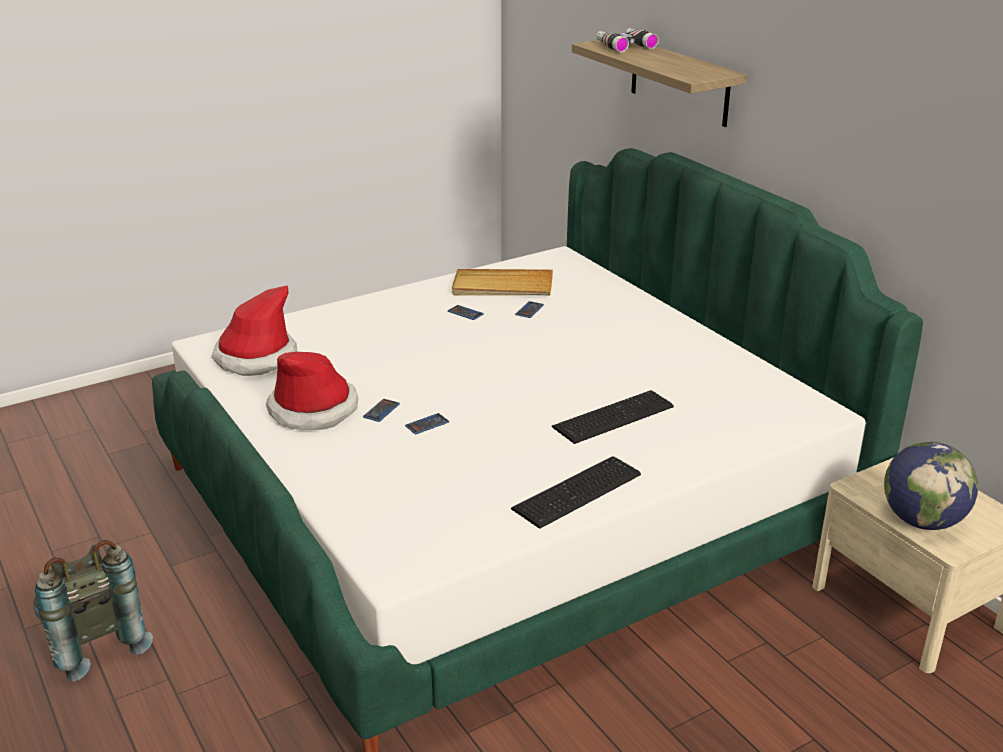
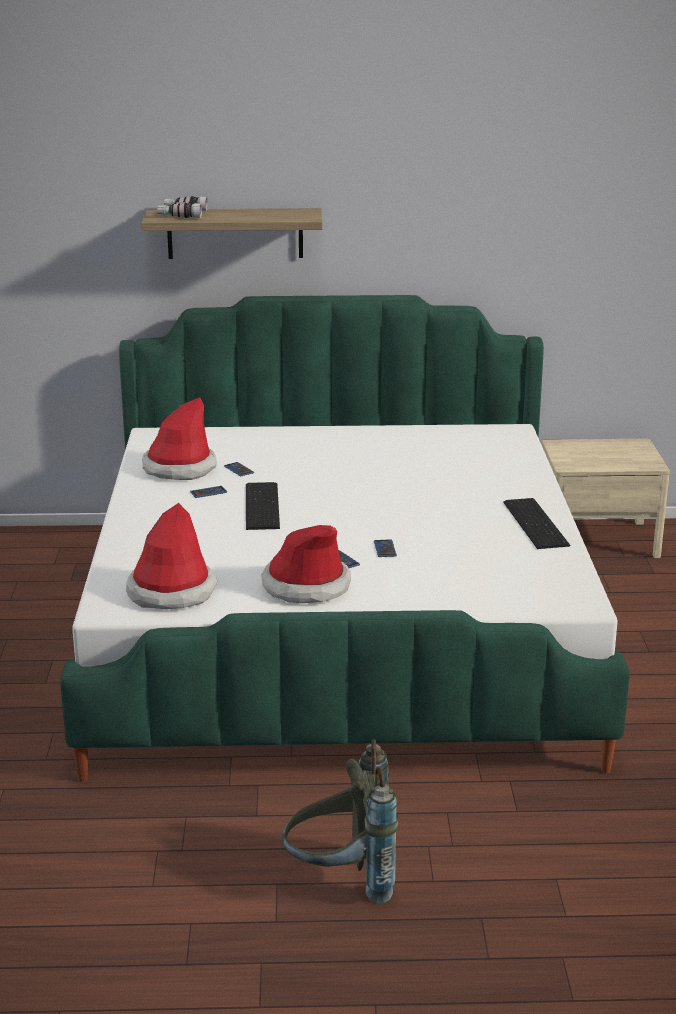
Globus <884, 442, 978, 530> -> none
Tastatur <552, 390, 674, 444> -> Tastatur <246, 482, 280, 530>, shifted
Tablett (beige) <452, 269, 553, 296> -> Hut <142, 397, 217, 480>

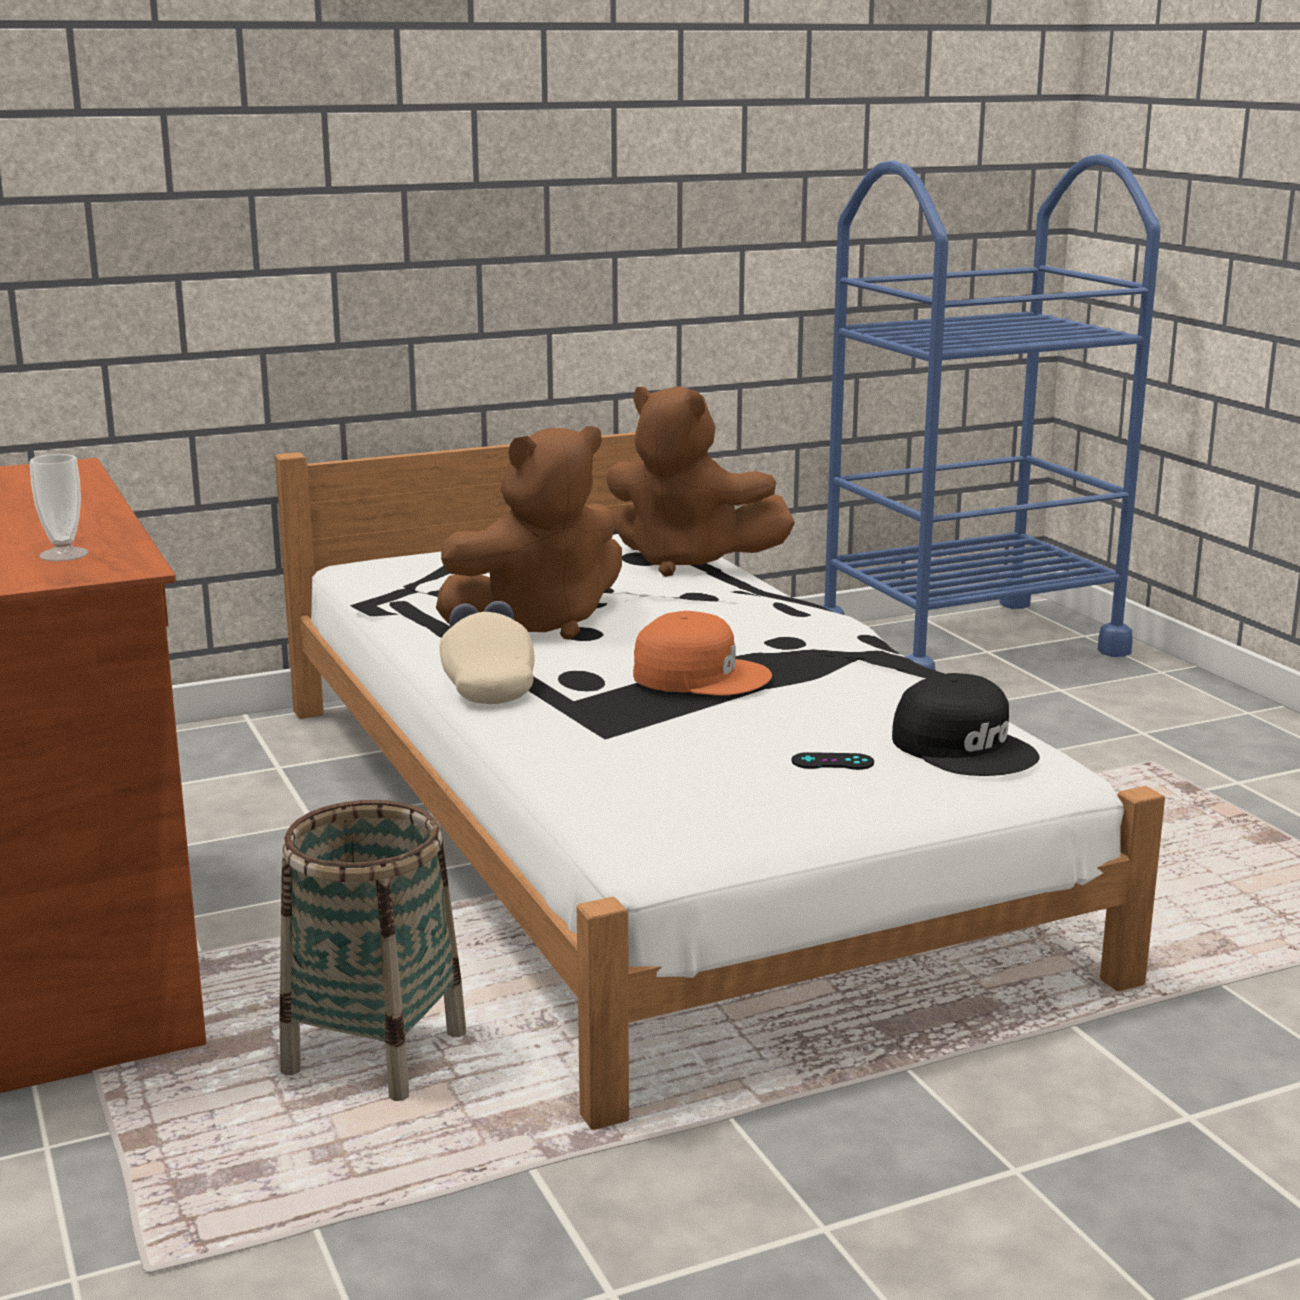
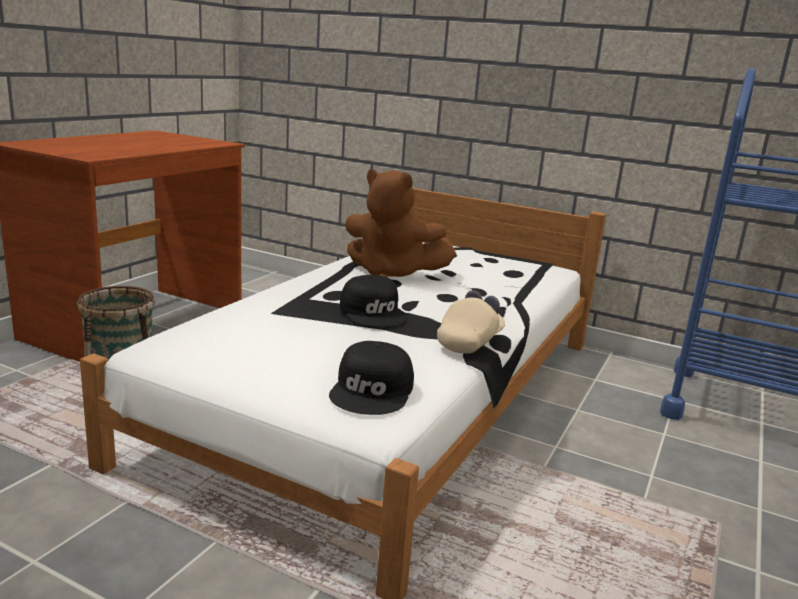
Tasse <29, 454, 89, 561> -> none
Plüschtier (braun) <606, 386, 795, 577> -> none
Gamepad (schwarz) <791, 752, 874, 770> -> none
Kappe (beige) <440, 601, 535, 704> -> Kappe (beige) <437, 290, 505, 354>, shifted
Kappe (orange) <633, 611, 772, 695> -> Kappe (schwarz) <340, 275, 408, 327>

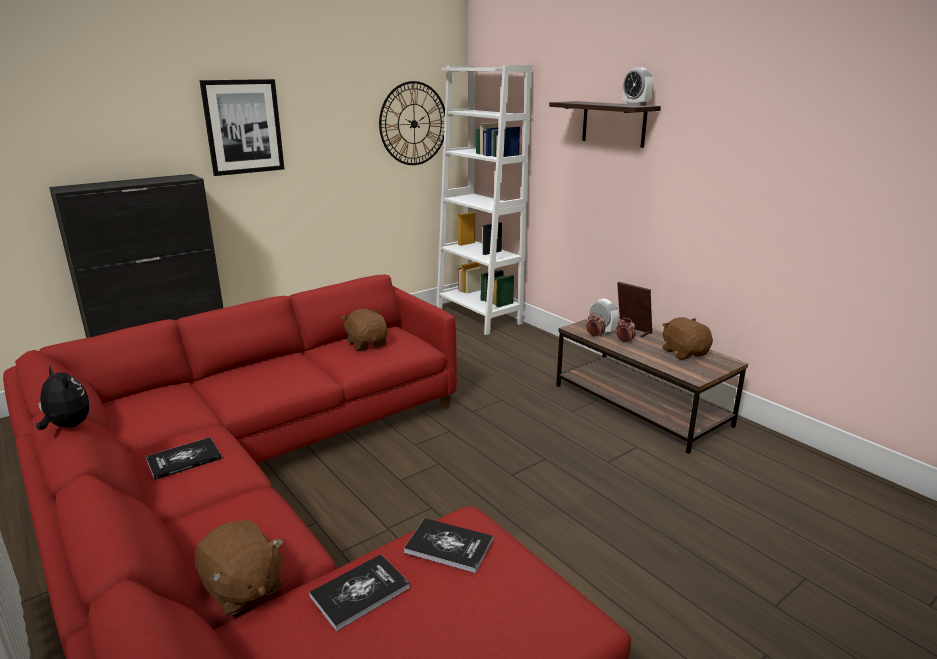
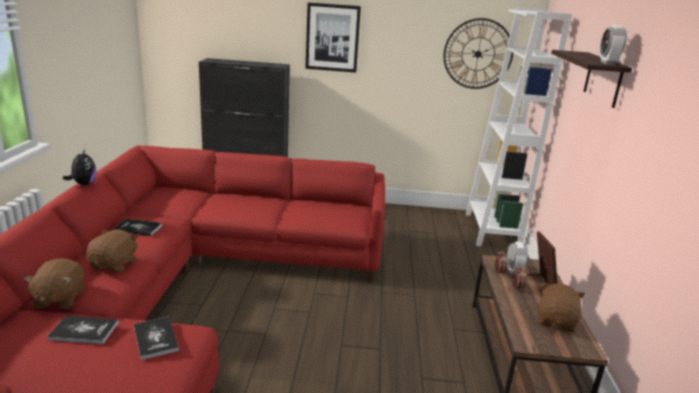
Plüschtier (braun) <341, 309, 388, 351> -> Plüschtier (braun) <86, 229, 138, 273>, shifted

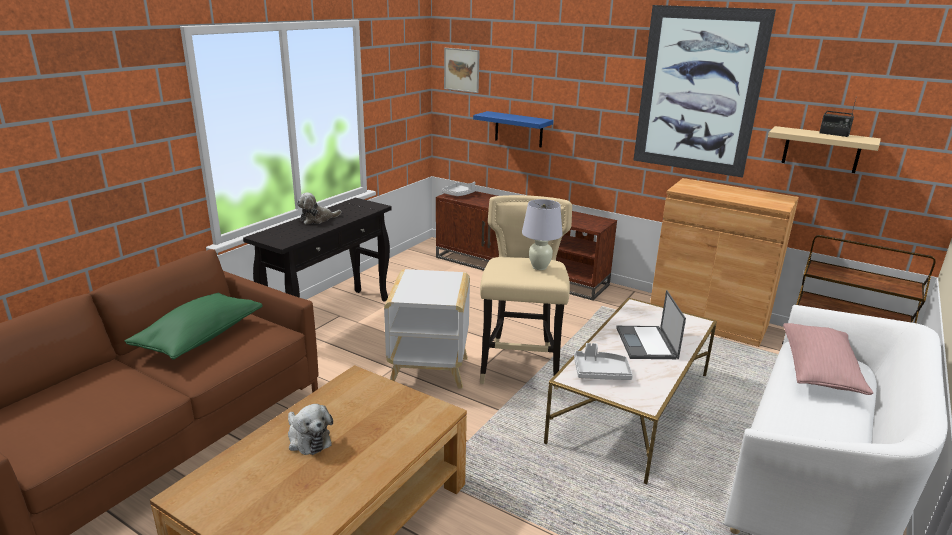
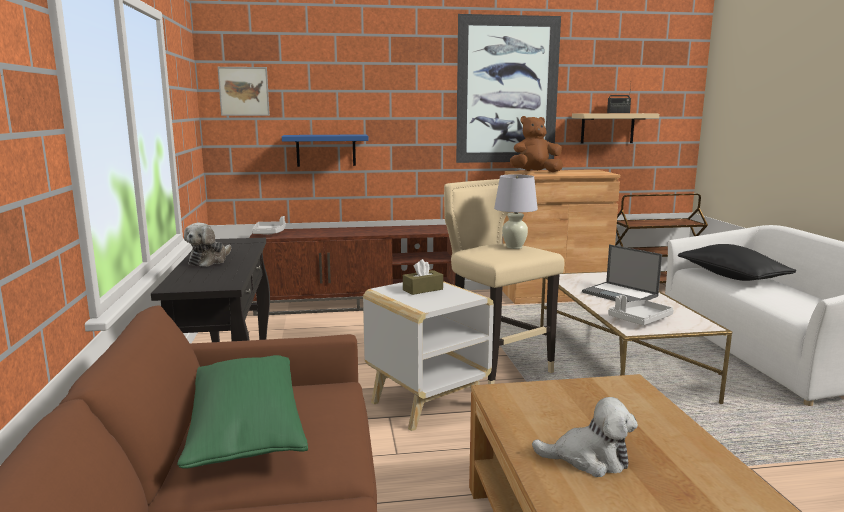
none -> Taschentuchbox (braun) <403, 259, 443, 295>
none -> Plüschtier (braun) <510, 116, 563, 172>
Kissen (rosa) <783, 323, 873, 395> -> Kissen (schwarz) <678, 244, 796, 281>

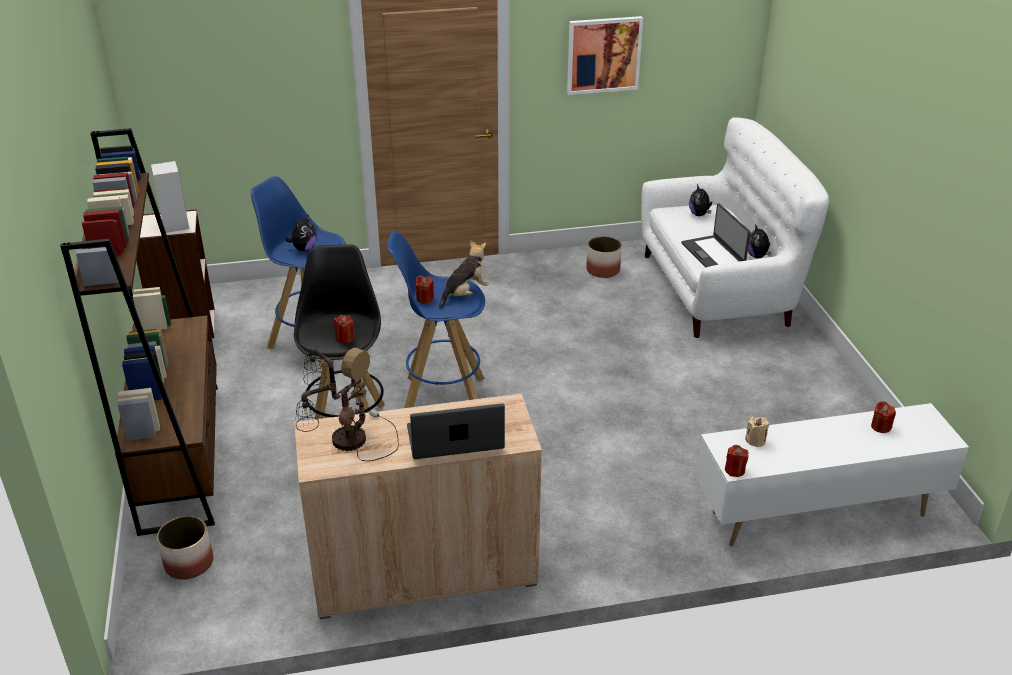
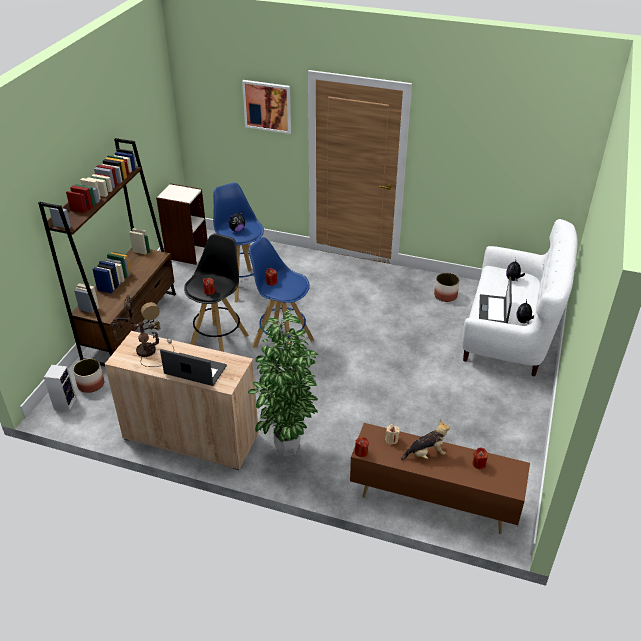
none -> Topfpflanze <248, 310, 318, 456>
Lautsprecher <151, 161, 189, 233> -> Lautsprecher <44, 365, 76, 411>, shifted
Plüschtier <439, 240, 489, 309> -> Plüschtier <401, 420, 450, 461>, shifted
Bild <567, 16, 643, 95> -> Bild <242, 80, 291, 134>, shifted
Fernsehschrank (weiß) <696, 403, 969, 546> -> Fernsehschrank (braun) <350, 423, 530, 534>

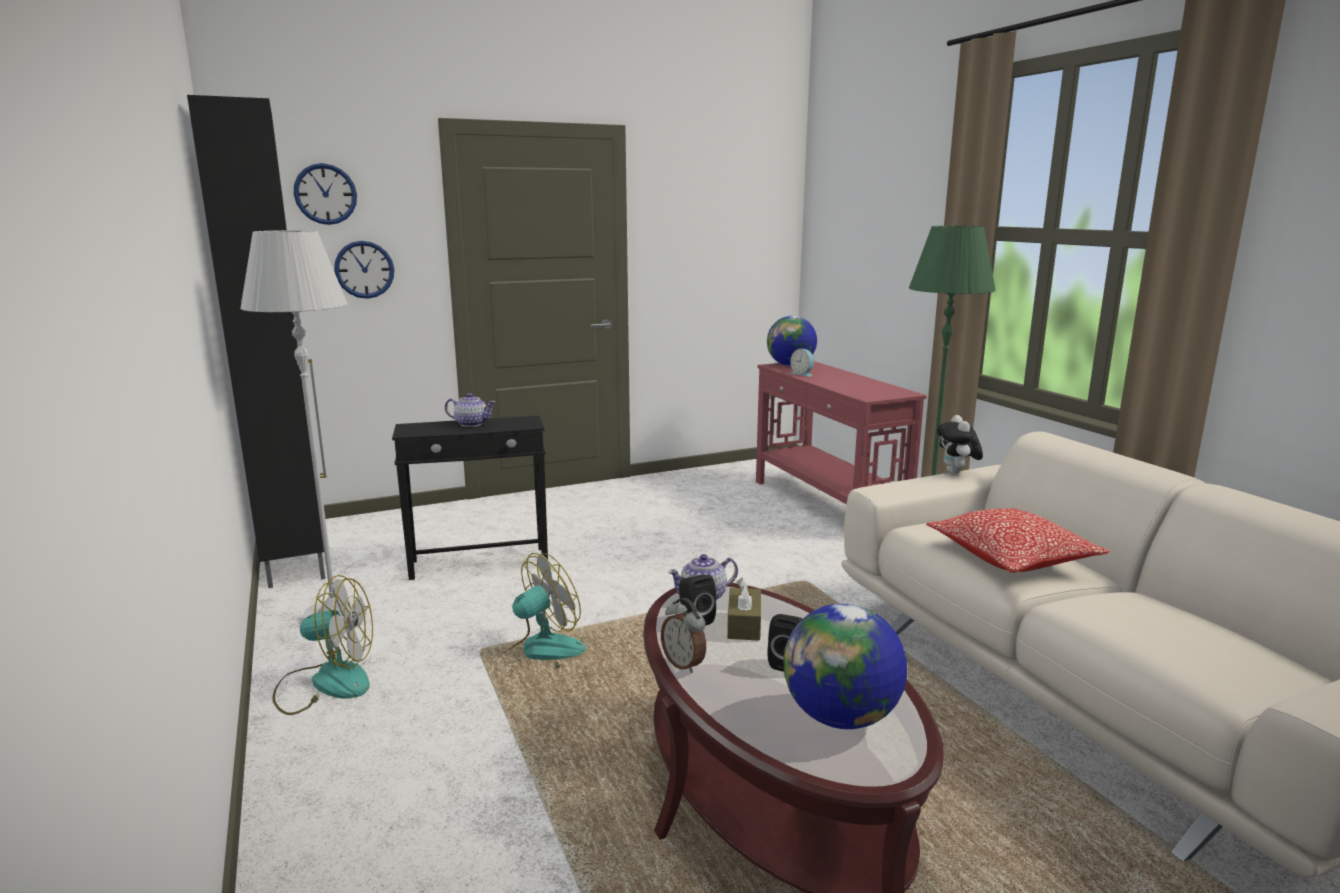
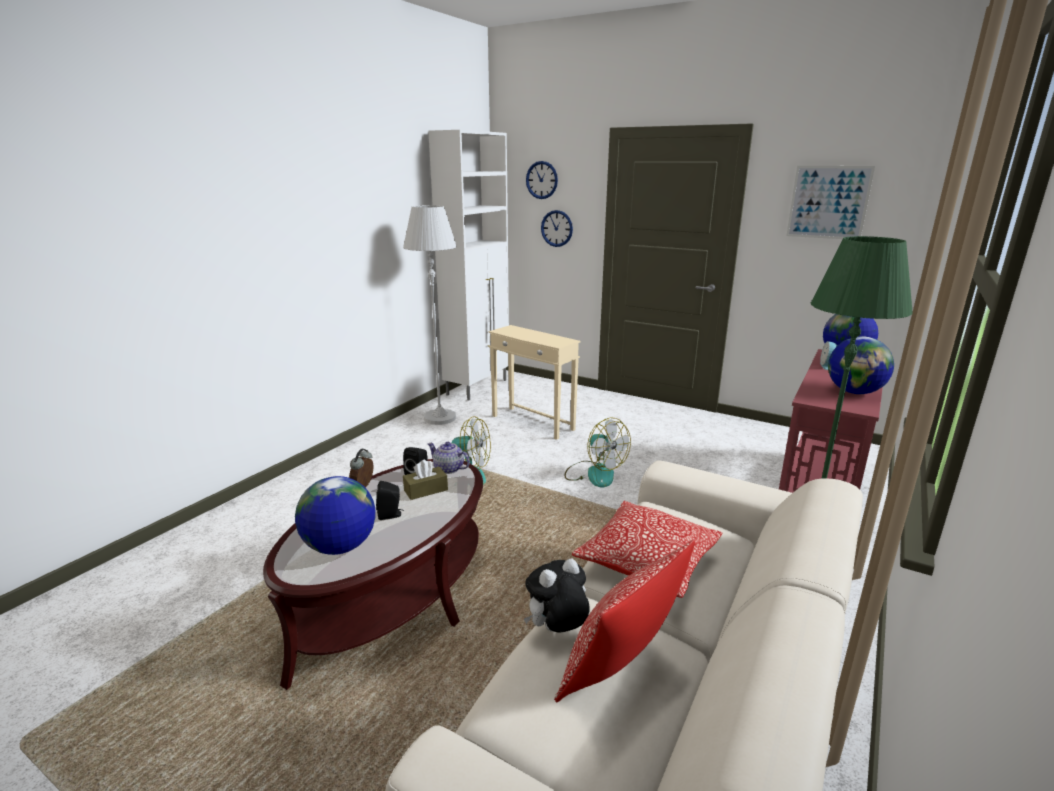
Teekanne <445, 393, 496, 427> -> none
none -> Kissen <554, 540, 695, 702>
none -> Bild <786, 166, 875, 239>
none -> Globus <828, 337, 894, 394>
Ventilator <272, 575, 373, 715> -> Ventilator <564, 417, 631, 487>, shifted
Plüschtier <937, 415, 983, 474> -> Plüschtier <524, 558, 590, 633>, shifted
Schrank (schwarz) <187, 95, 327, 588> -> Schrank (weiß) <428, 130, 509, 401>
Beistelltisch (schwarz) <392, 416, 548, 580> -> Beistelltisch (beige) <489, 325, 580, 440>

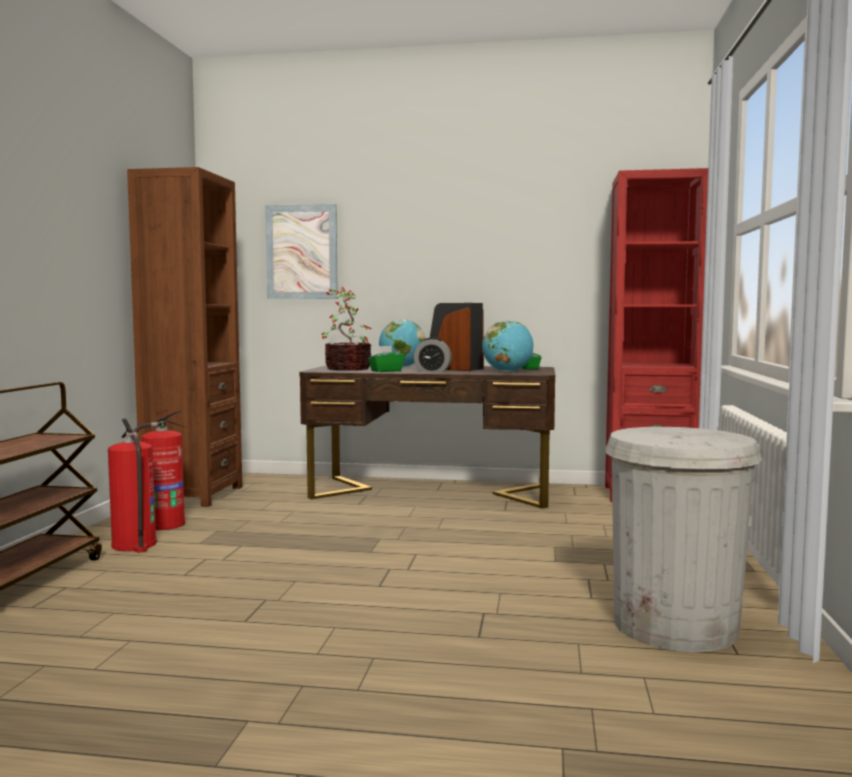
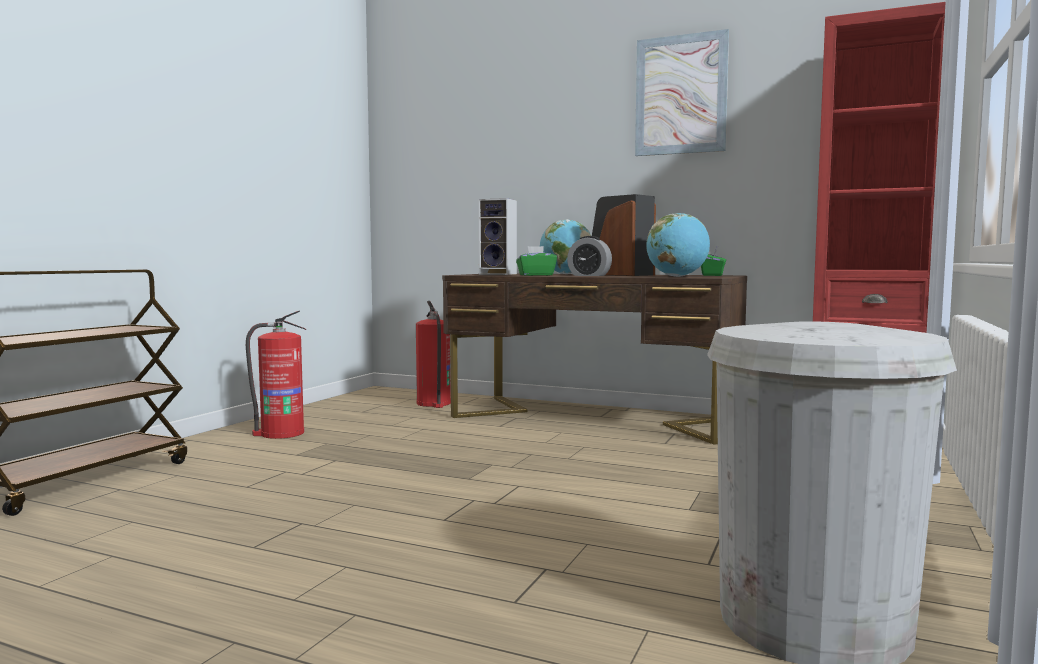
Bücherregal (braun) <127, 167, 242, 507> -> none
Feuerlöscher <108, 418, 157, 553> -> Feuerlöscher <416, 301, 451, 408>, shifted
Bild <265, 204, 338, 299> -> Bild <635, 29, 729, 156>, shifted
Topfpflanze <322, 287, 372, 371> -> Lautsprecher <478, 198, 517, 275>

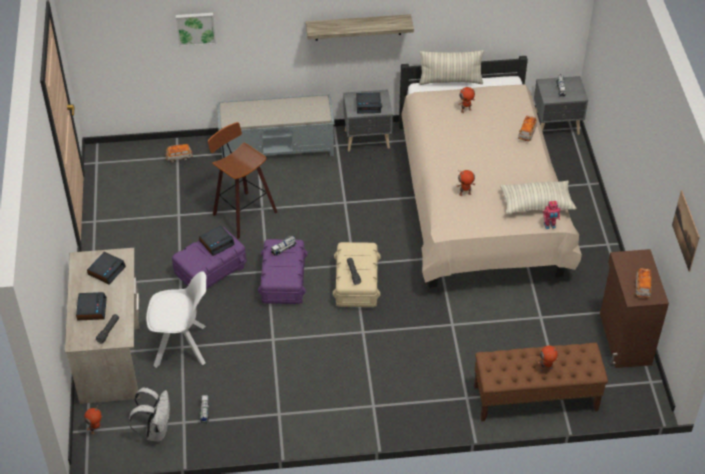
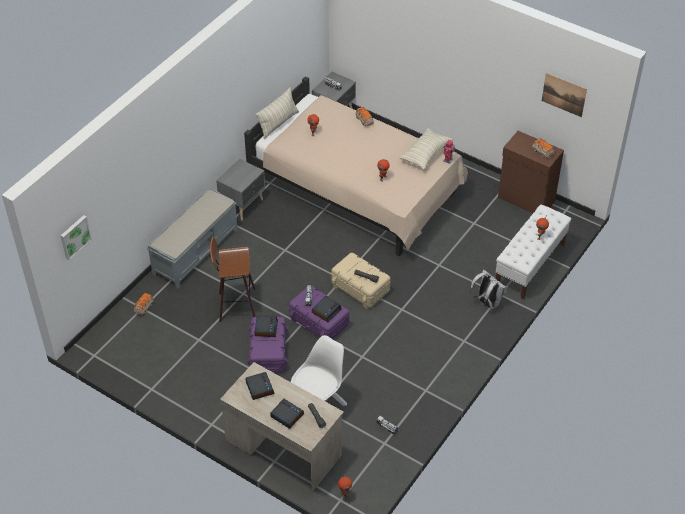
Wandregal <306, 14, 414, 41> -> none
Rucksack (weiß) <128, 387, 170, 441> -> Rucksack (weiß) <470, 270, 506, 309>, shifted
Bild <176, 13, 216, 47> -> Bild <60, 215, 92, 260>, shifted
Wecker <356, 92, 382, 114> -> Wecker <312, 296, 341, 322>, shifted
Bank (braun) <474, 343, 608, 421> -> Bank (weiß) <496, 204, 572, 300>

